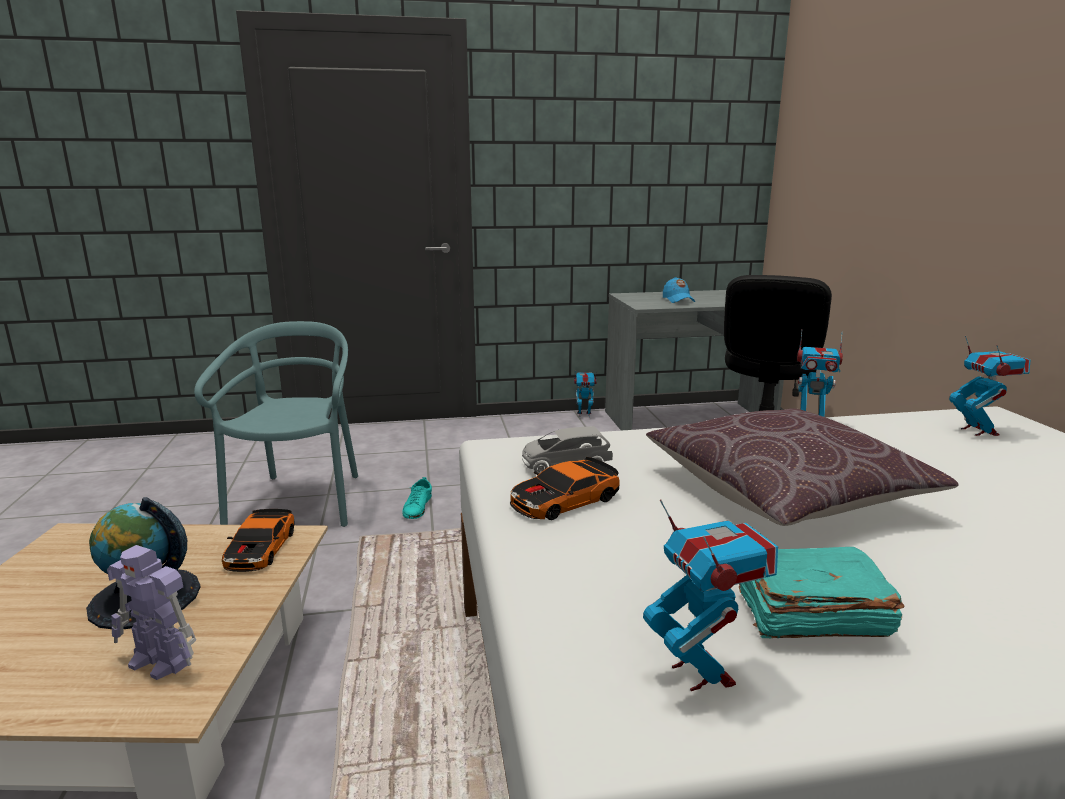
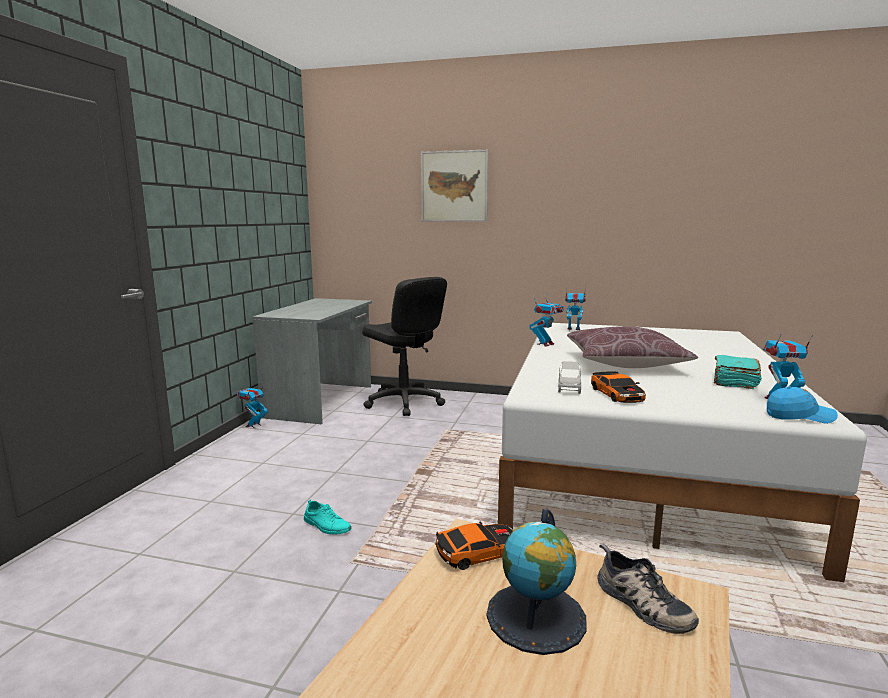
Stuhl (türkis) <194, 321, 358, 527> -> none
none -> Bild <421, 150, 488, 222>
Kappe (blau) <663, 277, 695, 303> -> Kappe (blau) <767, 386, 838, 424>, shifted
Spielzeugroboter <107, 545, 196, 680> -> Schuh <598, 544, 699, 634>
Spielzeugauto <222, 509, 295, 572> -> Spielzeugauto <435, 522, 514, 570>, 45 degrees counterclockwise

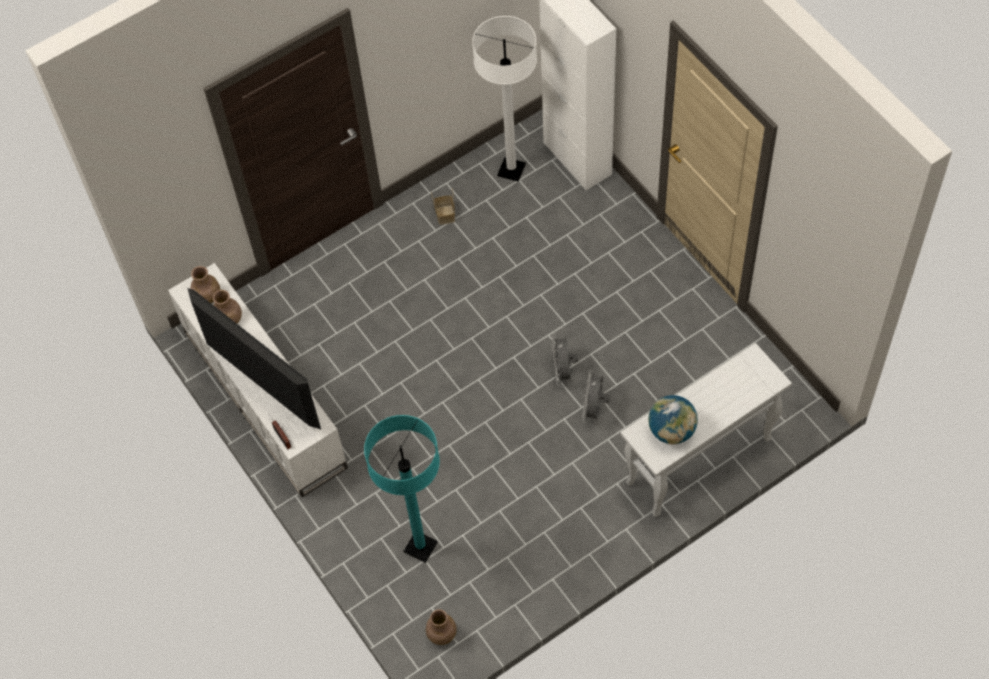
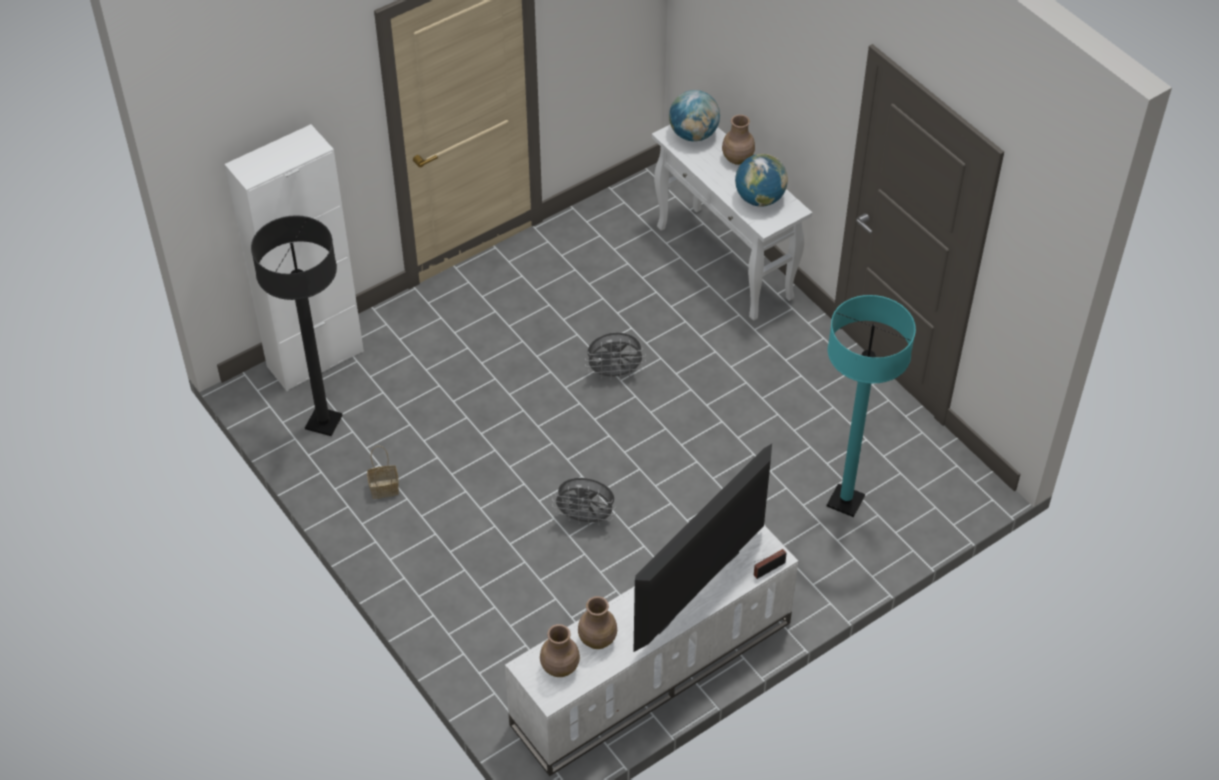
none -> Globus <669, 90, 720, 142>
Vase (braun) <426, 609, 457, 645> -> Vase (braun) <722, 114, 755, 165>, shifted
Ventilator (grau) <582, 370, 611, 423> -> Ventilator (grau) <552, 478, 616, 527>, shifted
Stehlampe (weiß) <472, 16, 537, 182> -> Stehlampe (schwarz) <251, 215, 343, 436>

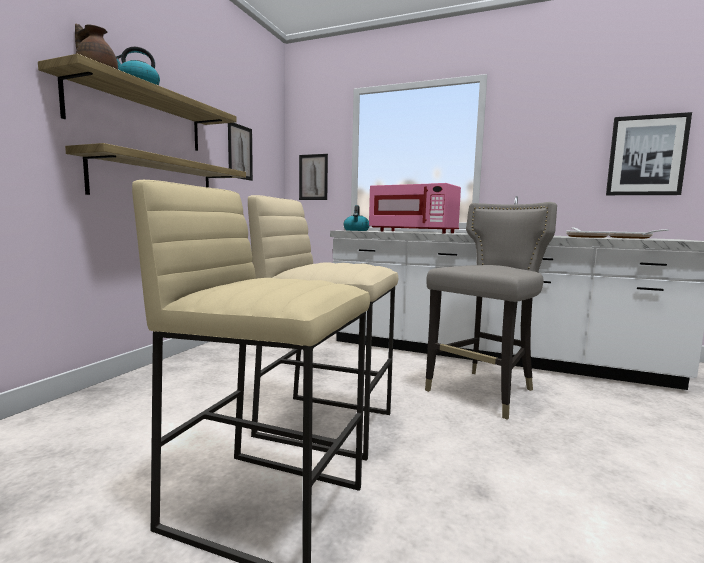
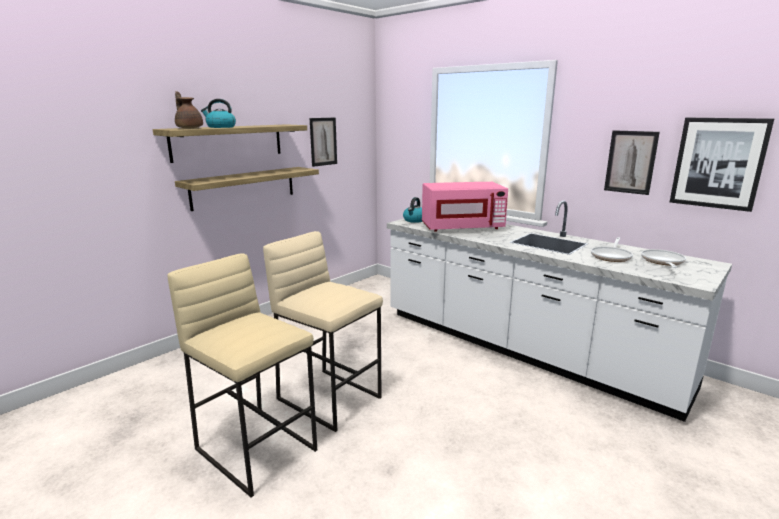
Hocker (grau) <425, 202, 557, 419> -> none
Bild <299, 154, 328, 200> -> Bild <604, 130, 660, 195>, shifted
Mikrowelle (rosa) <369, 183, 461, 233> -> Mikrowelle (rosa) <422, 182, 508, 232>, 60 degrees counterclockwise

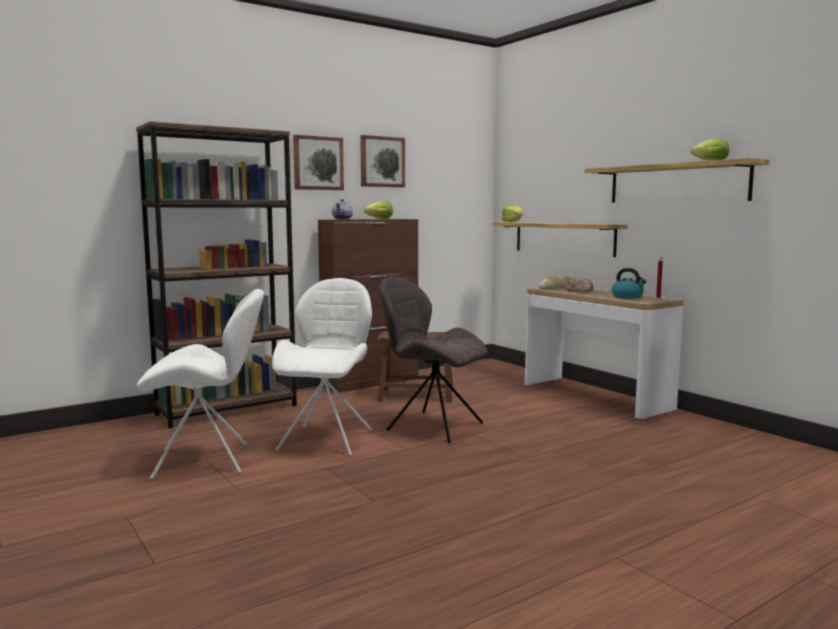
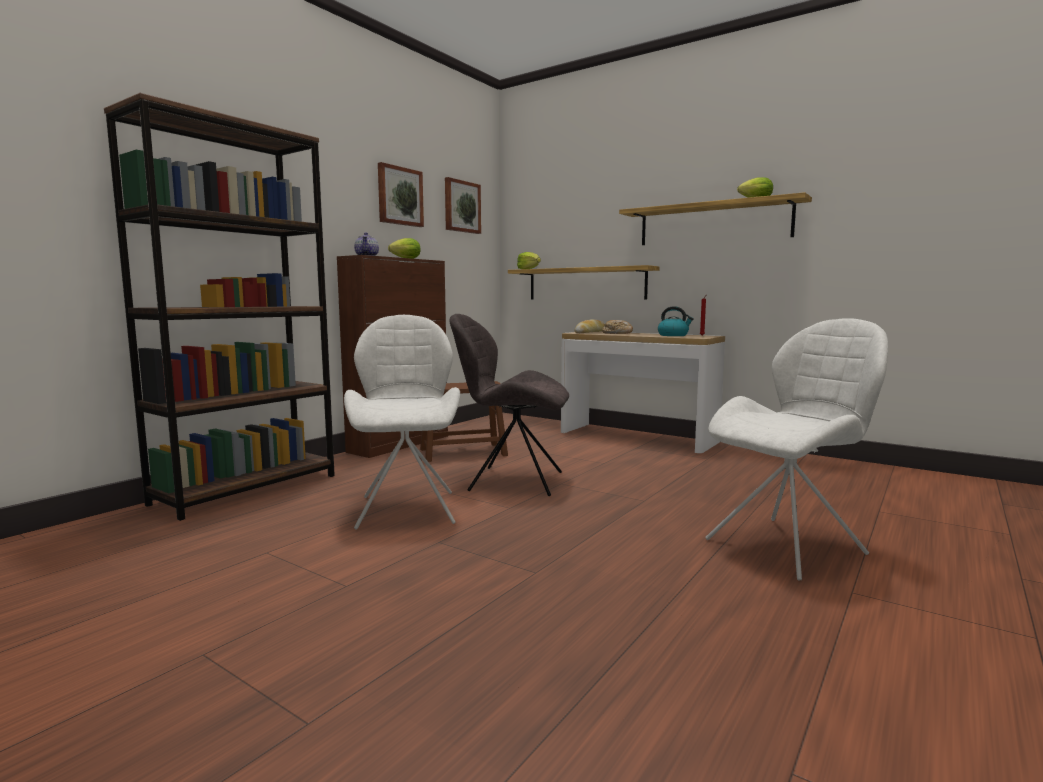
Stuhl (weiß) <137, 289, 264, 480> -> Stuhl (weiß) <705, 318, 888, 581>, shifted
Bild <293, 135, 344, 190> -> Bild <445, 177, 481, 234>, shifted

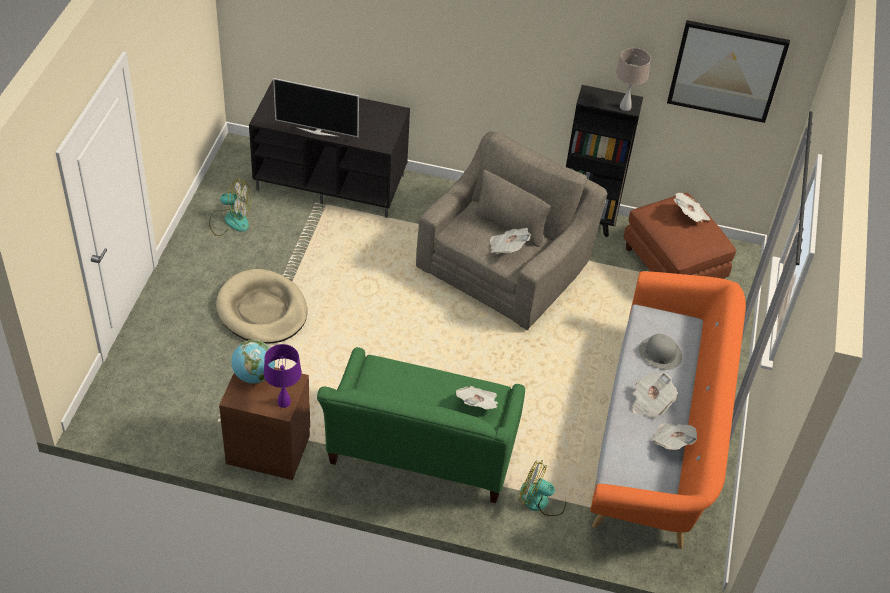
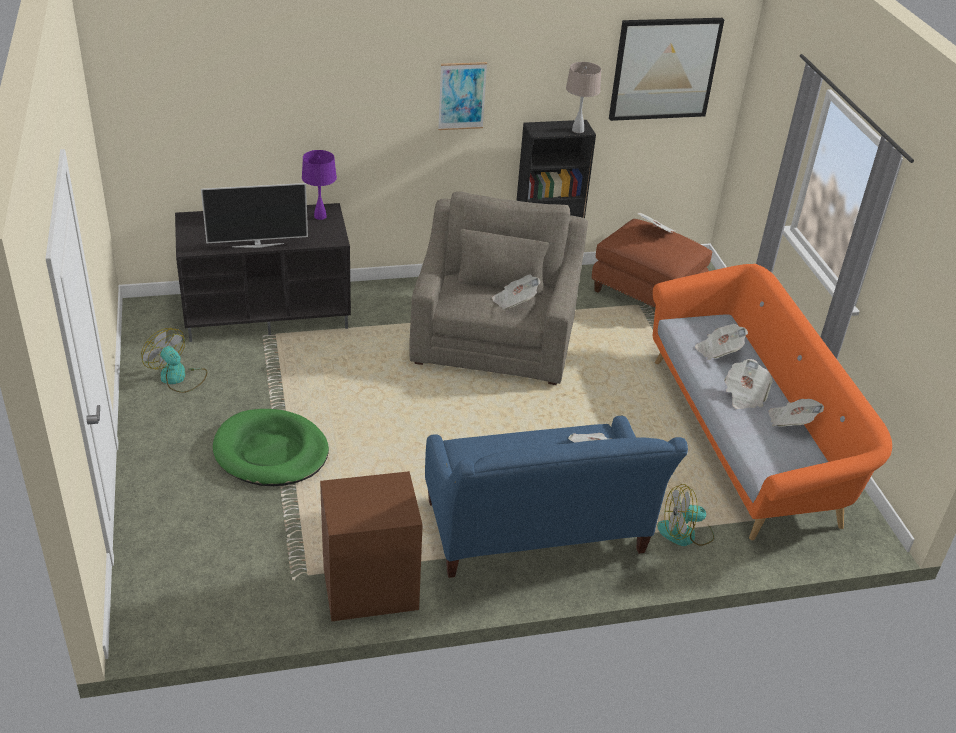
Globus <231, 340, 275, 383> -> none
none -> Bild <438, 62, 487, 130>
Tischlampe (lila) <264, 344, 302, 408> -> Tischlampe (lila) <302, 150, 337, 220>, shifted
Hut (grau) <639, 334, 682, 370> -> Zeitung <695, 324, 748, 360>
Hundebett (beige) <216, 269, 307, 344> -> Hundebett (grün) <213, 409, 329, 486>
Sofa (grün) <317, 347, 525, 503> -> Sofa (blau) <425, 416, 688, 578>
Ventilator <209, 179, 251, 236> -> Ventilator <141, 328, 207, 393>, 120 degrees counterclockwise

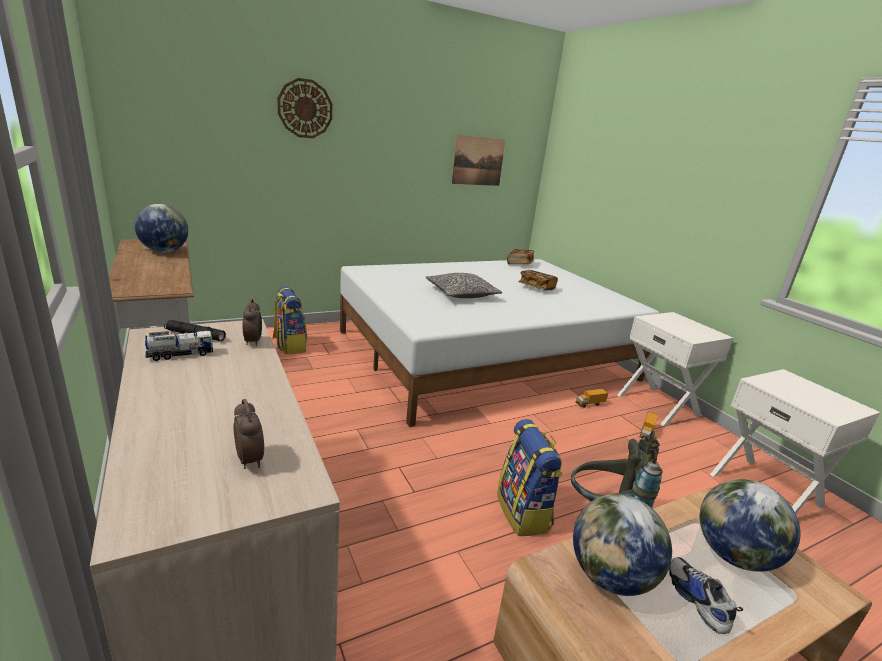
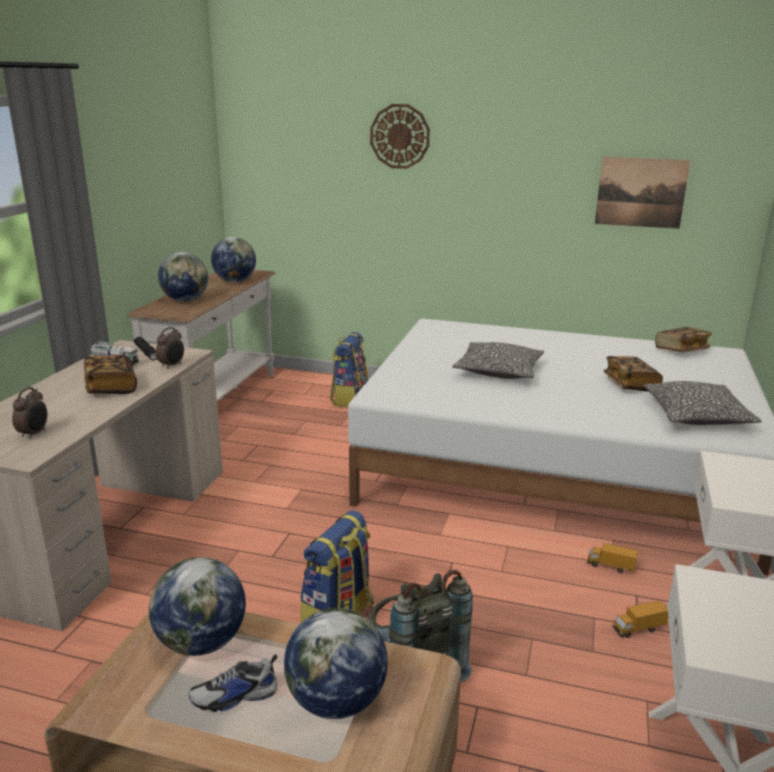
none -> Buch <84, 355, 137, 394>
none -> Globus <158, 252, 208, 302>
none -> Kissen <643, 381, 762, 425>
Schuh <669, 557, 743, 634> -> Schuh <188, 654, 277, 712>, 135 degrees counterclockwise

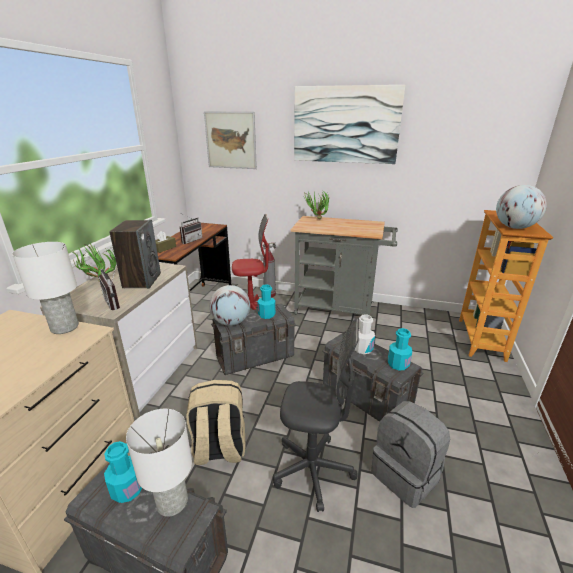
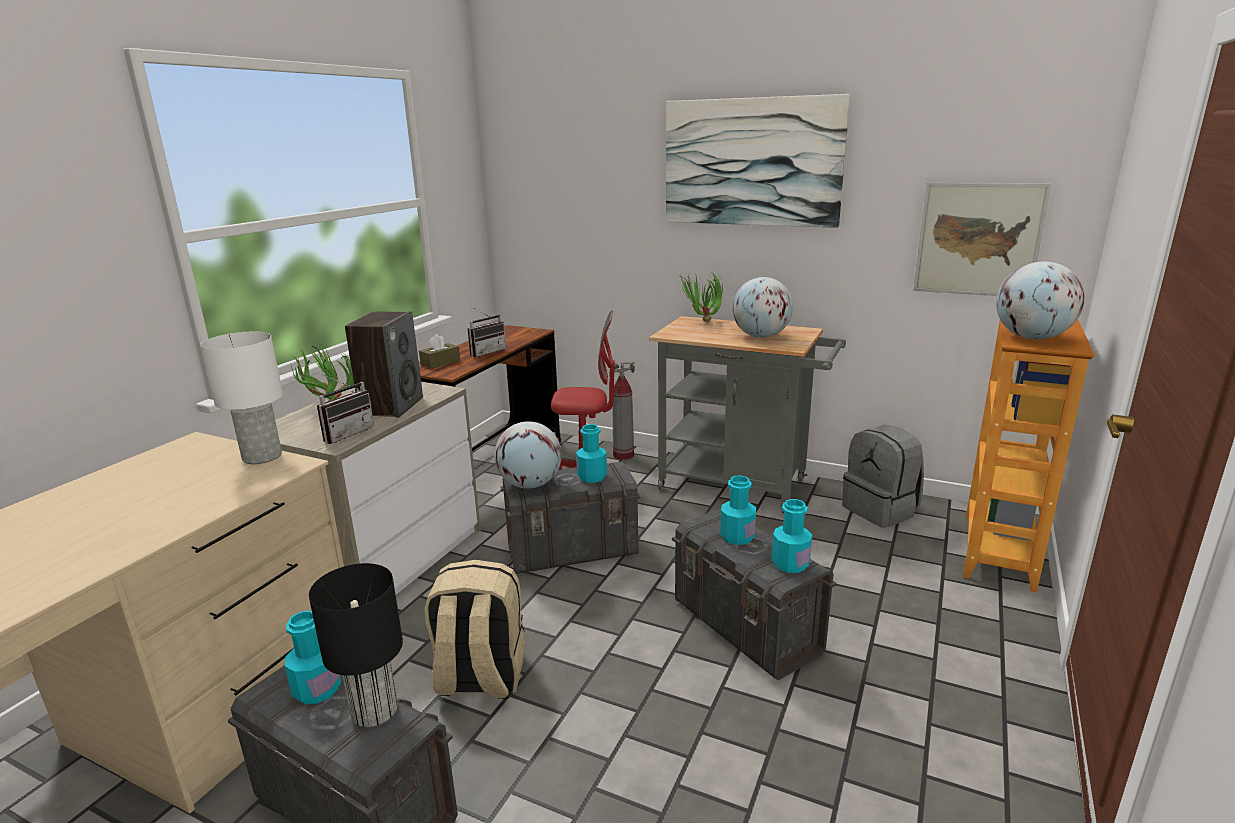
Bürostuhl (grau) <273, 318, 359, 512> -> none
none -> Globus <732, 277, 793, 338>
Bild <204, 111, 257, 169> -> Bild <913, 183, 1051, 296>, shifted
Rucksack (grau) <371, 401, 450, 508> -> Rucksack (grau) <842, 425, 924, 528>, shifted
Tischlampe (weiß) <126, 409, 192, 517> -> Tischlampe (schwarz) <309, 563, 403, 727>
Flasche (weiß) <355, 314, 375, 354> -> Flasche (türkis) <720, 475, 756, 545>
Radio <98, 263, 120, 310> -> Radio <317, 374, 374, 444>, 120 degrees counterclockwise

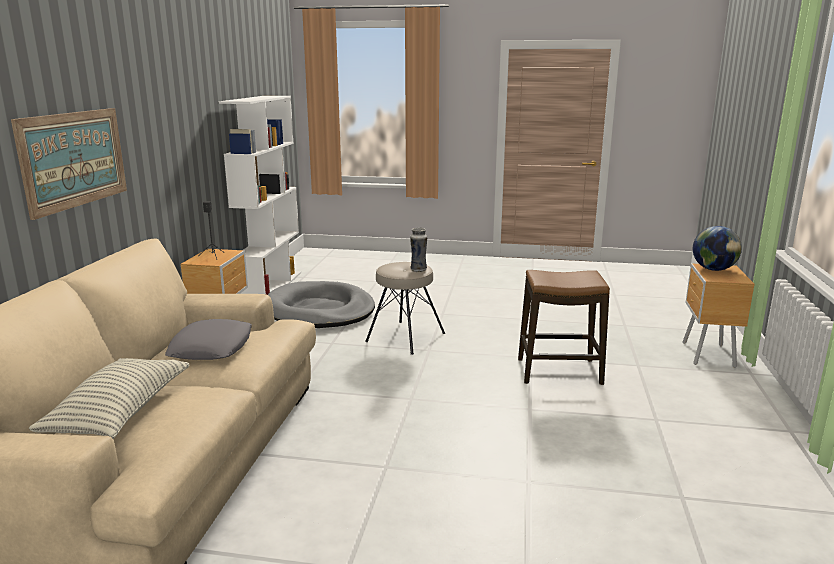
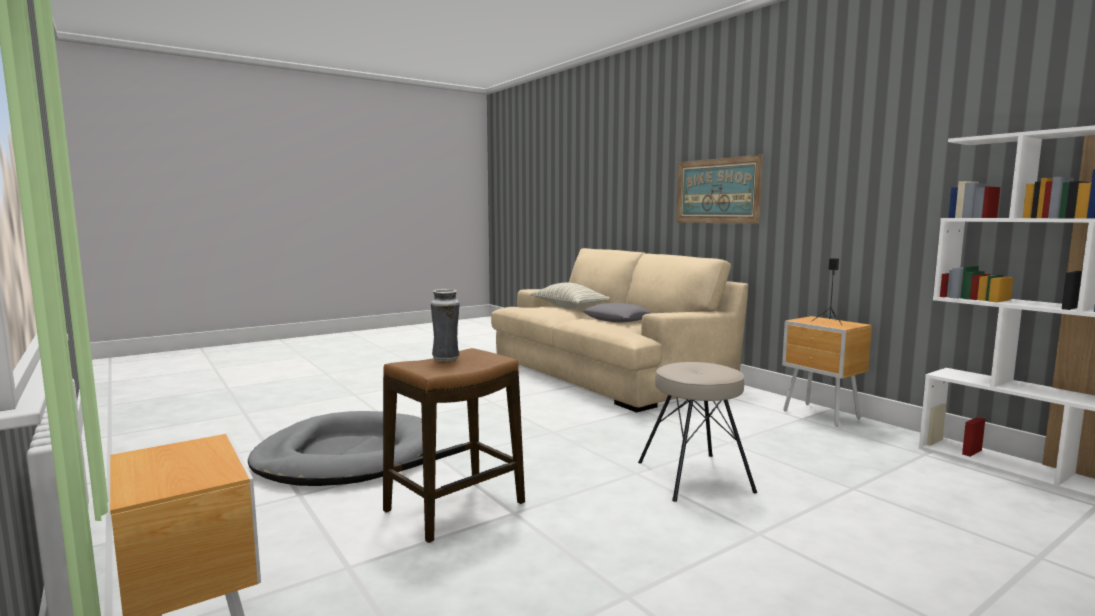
Globus <693, 226, 742, 271> -> none
Hundebett (grau) <268, 281, 375, 328> -> Hundebett (grau) <248, 411, 423, 486>, shifted
Vase <410, 228, 427, 272> -> Vase <431, 289, 460, 361>, shifted

